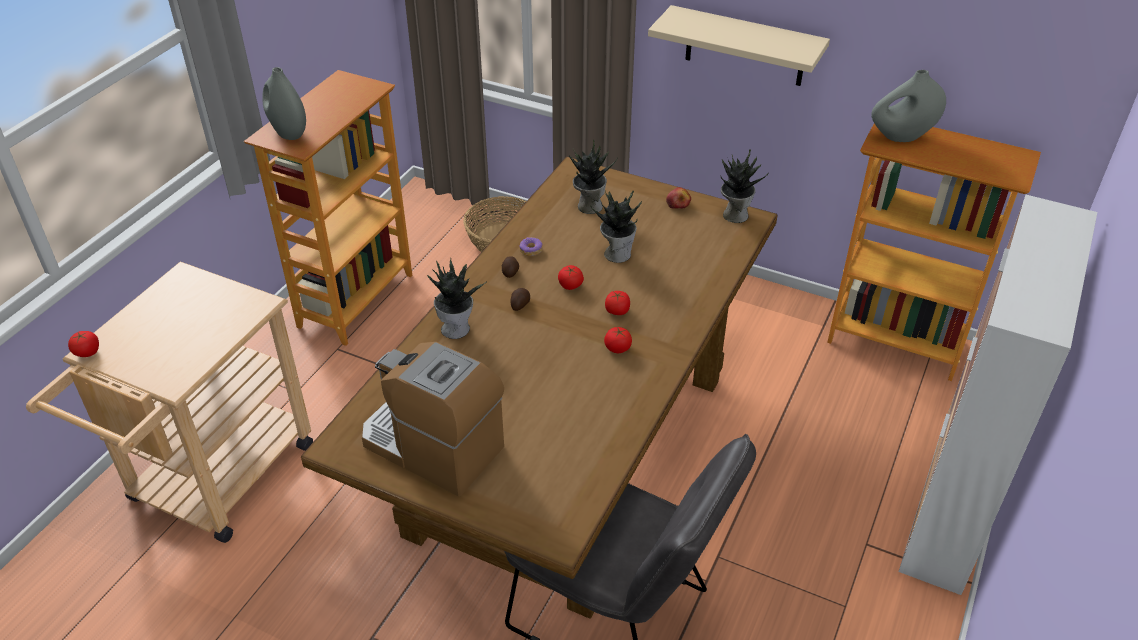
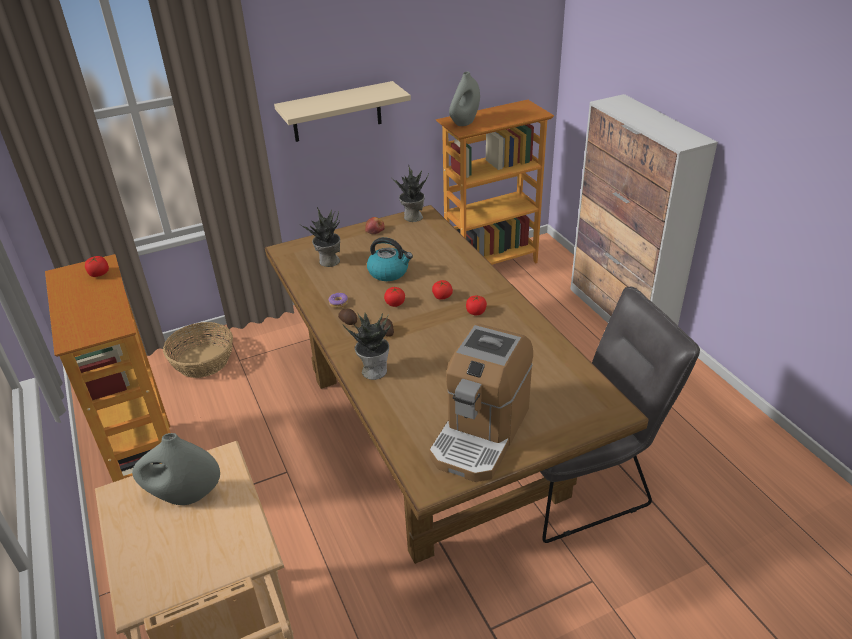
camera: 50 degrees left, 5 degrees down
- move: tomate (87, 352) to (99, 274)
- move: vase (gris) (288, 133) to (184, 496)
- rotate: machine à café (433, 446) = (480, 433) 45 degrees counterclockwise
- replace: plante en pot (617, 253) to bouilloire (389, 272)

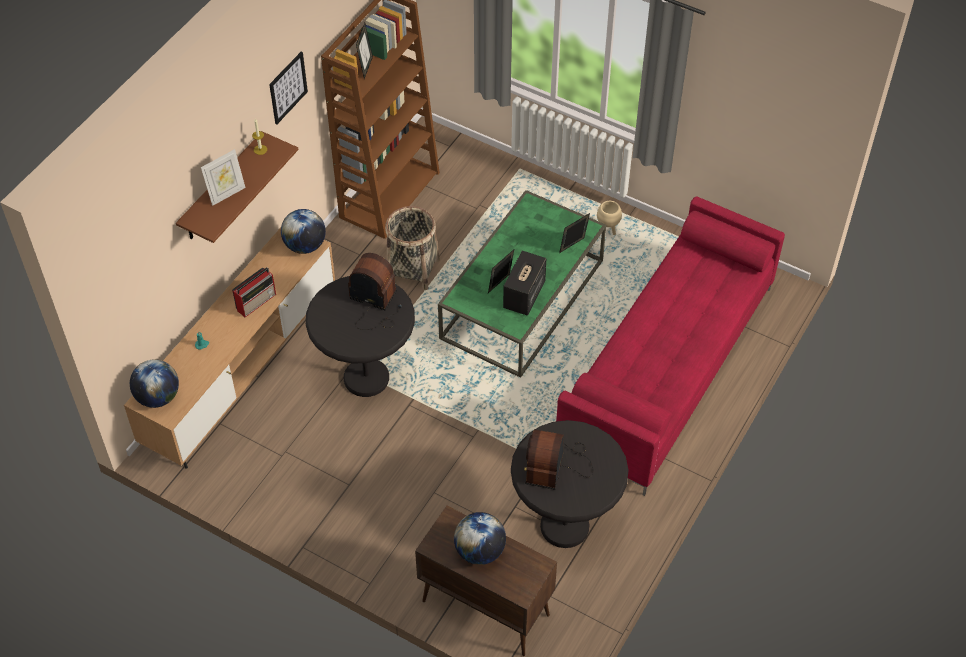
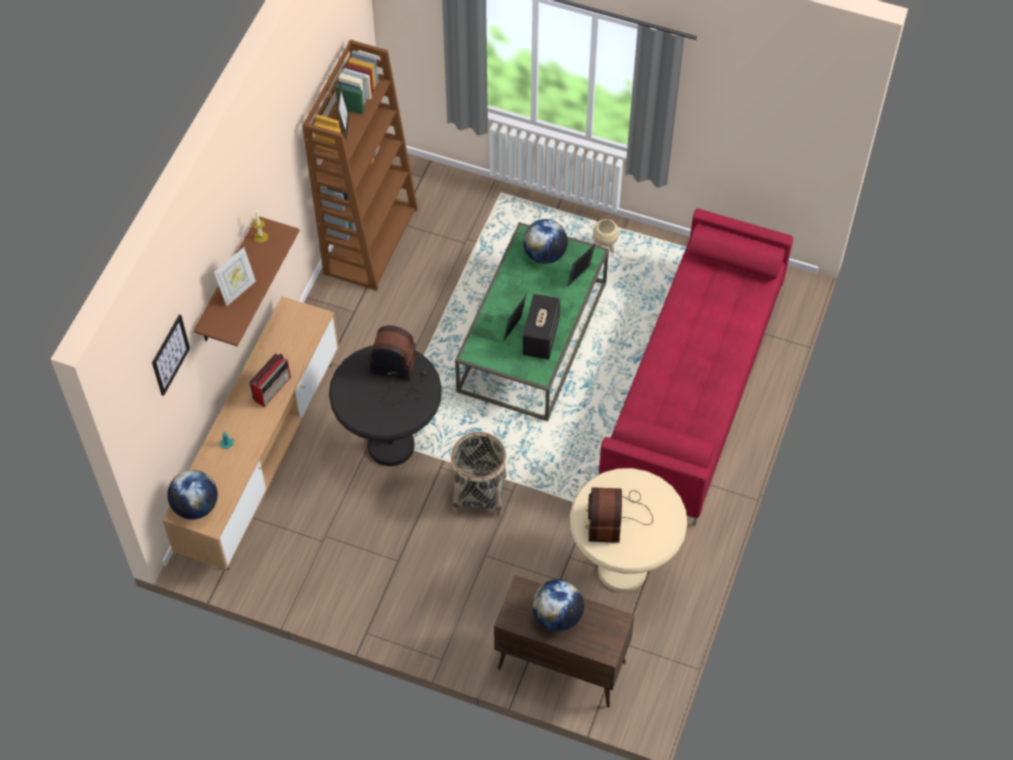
camera: 10 degrees left, 5 degrees up
- move: tableau (288, 87) to (170, 355)
- move: globe (305, 245) to (545, 254)
- move: panier (412, 269) to (479, 493)
- recolor: table d'appoint (noir) (564, 526) to table d'appoint (beige) (622, 570)

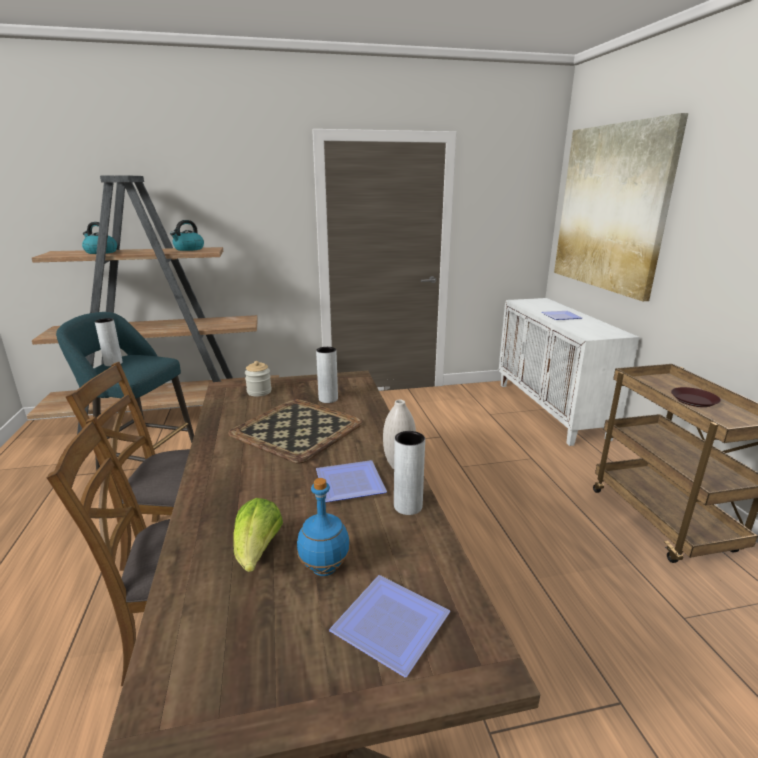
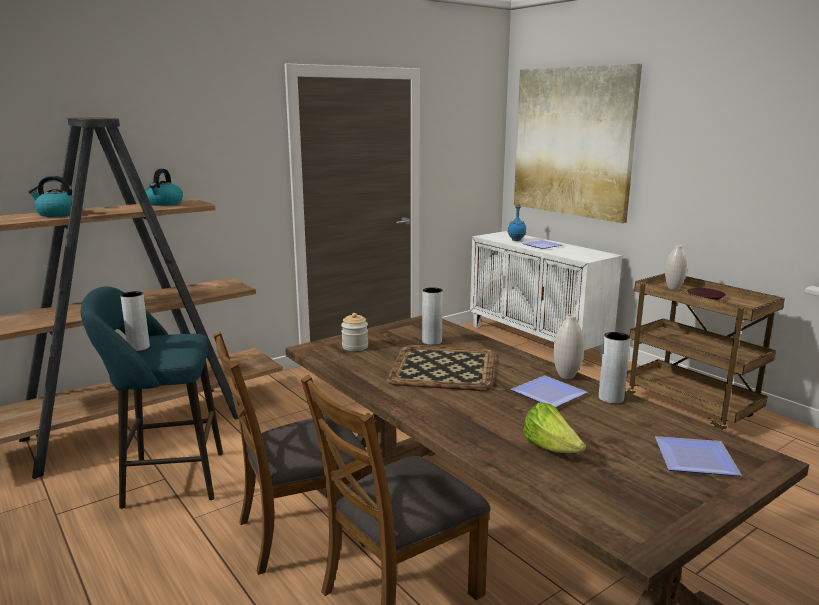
camera: 25 degrees left, 5 degrees down
- move: bouteille (bleu) (323, 568) to (516, 240)
- insert: vase (blanc) (673, 288)

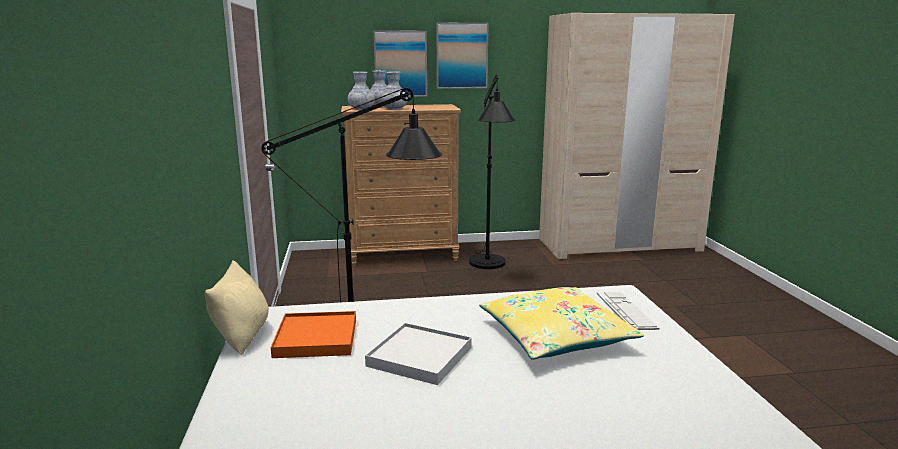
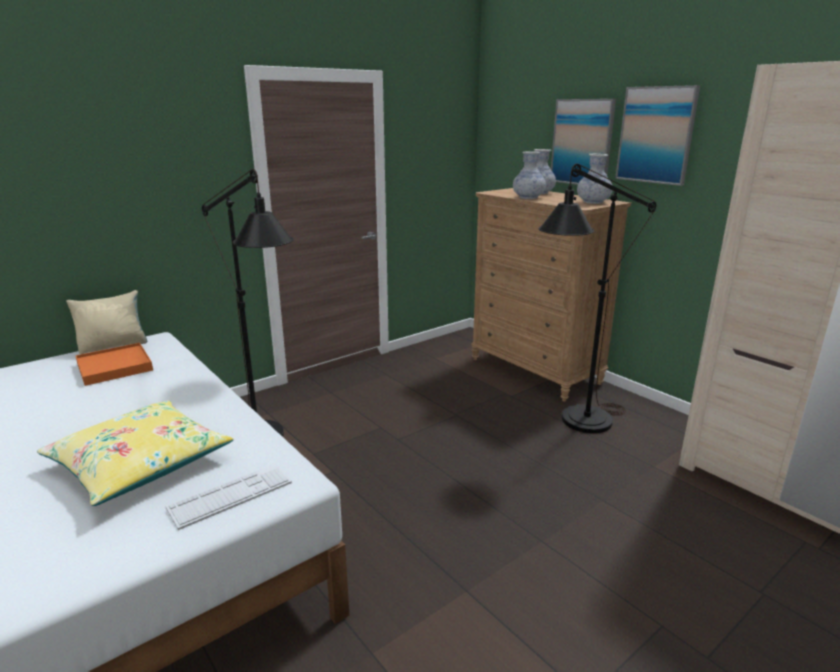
camera: 60 degrees right, 5 degrees up
- move: vase (361, 109) to (593, 202)
- delete: plateau (blanc) (419, 356)

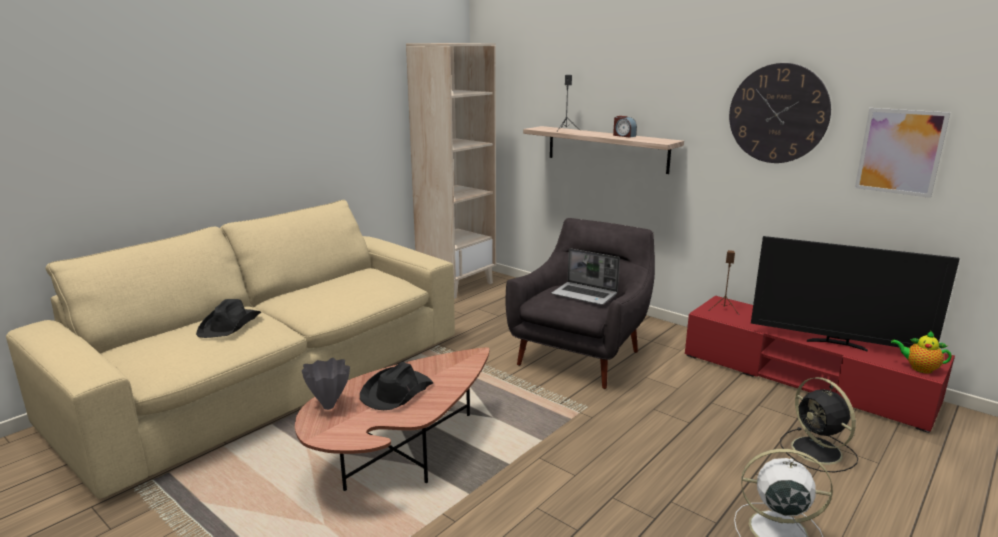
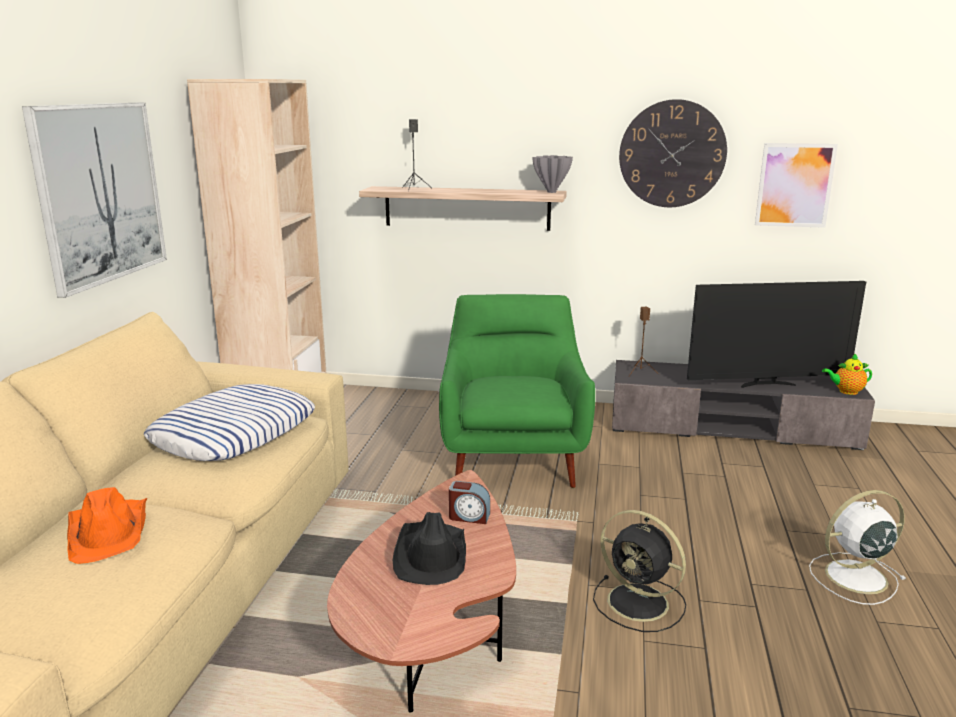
camera: 30 degrees left, 0 degrees up
- recolor: chapeau (noir) (231, 325) to chapeau (orange) (109, 531)
- move: vase (gris) (329, 407) to (552, 192)
- recolor: fauteuil (gris) (581, 355) to fauteuil (vert) (513, 458)
- delete: ordinateur portable (585, 295)
- move: réveil (624, 136) to (469, 516)
- recolor: meuble télé (rouge) (804, 378) to meuble télé (gris) (731, 427)
- move: ventilateur (noir) (818, 451) to (640, 603)
- insert: tableau (100, 193)
- insert: coussin (234, 433)

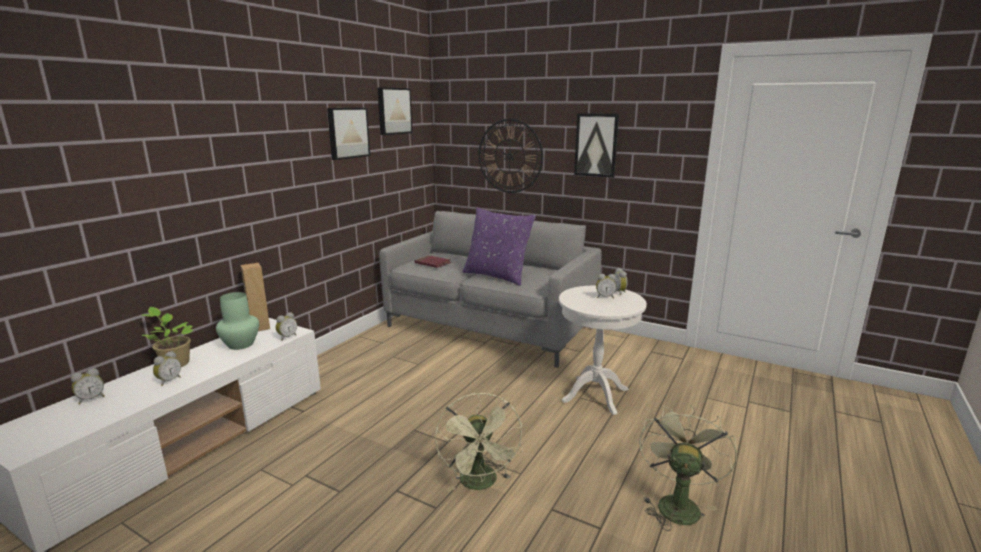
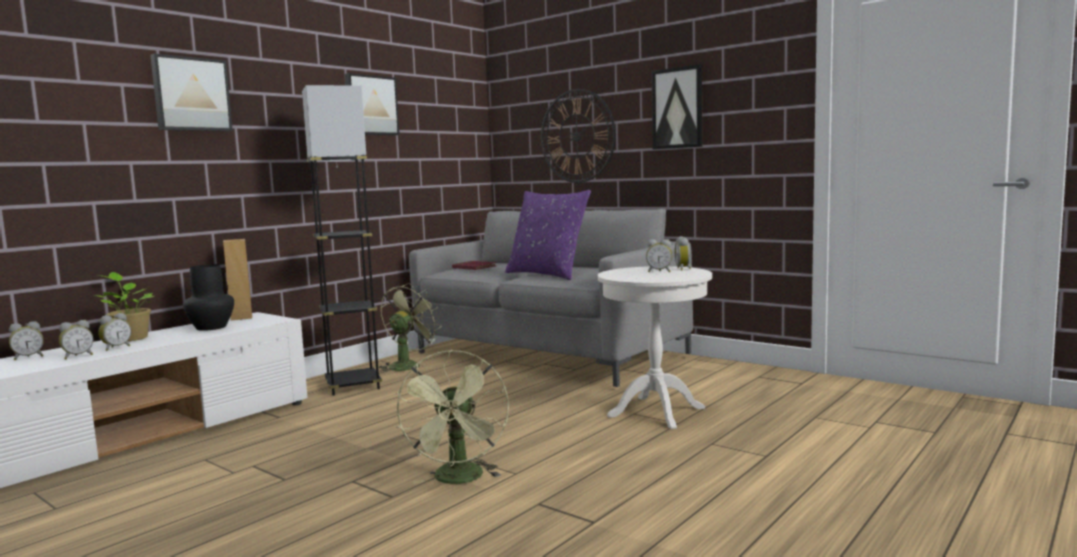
camera: 10 degrees right, 10 degrees down
- recolor: vase (vert) (241, 344) to vase (noir) (211, 327)
- move: réveil (287, 337) to (77, 356)
- move: tableau (393, 111) to (191, 94)
- move: ventilateur (vert) (677, 503) to (408, 365)
- insert: lampadaire (gris) (353, 386)

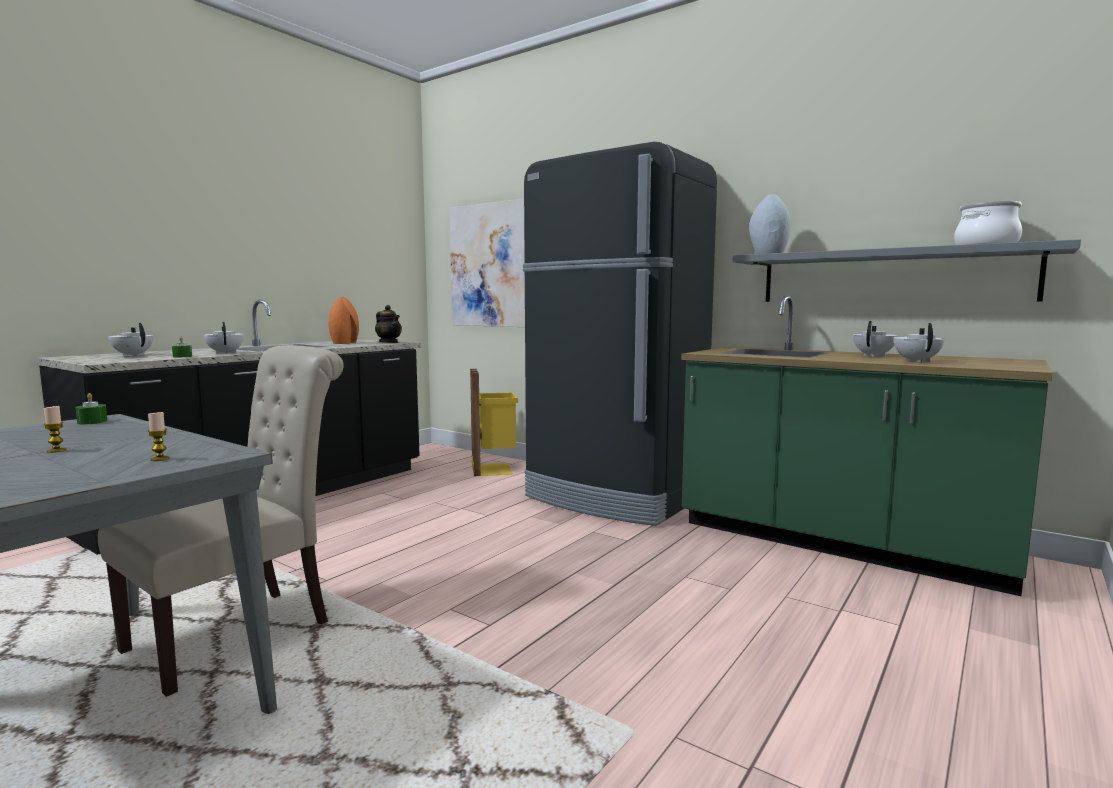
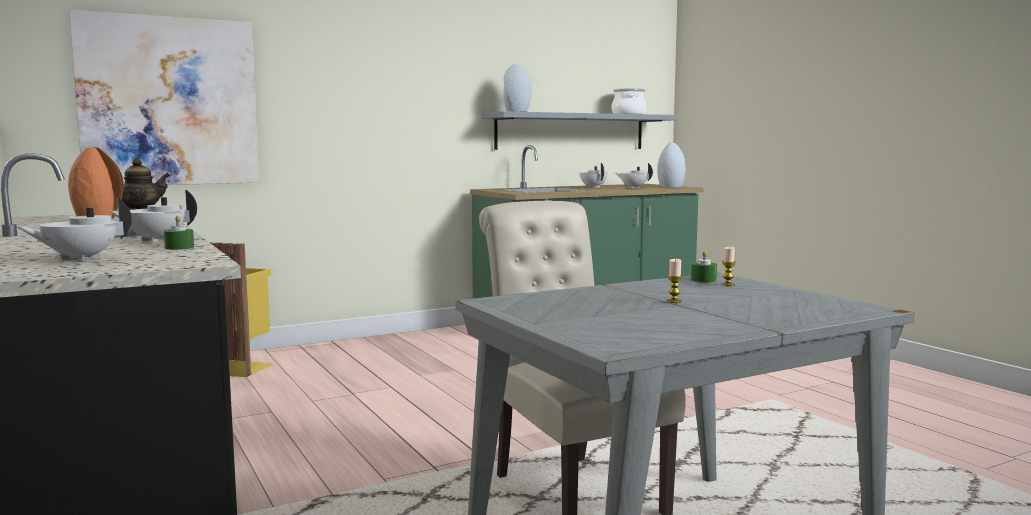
camera: 65 degrees left, 0 degrees up
- move: bougie (vert) (92, 422) to (703, 280)
- delete: réfrigérateur (noir) (614, 497)
- insert: vase (gris) (670, 187)

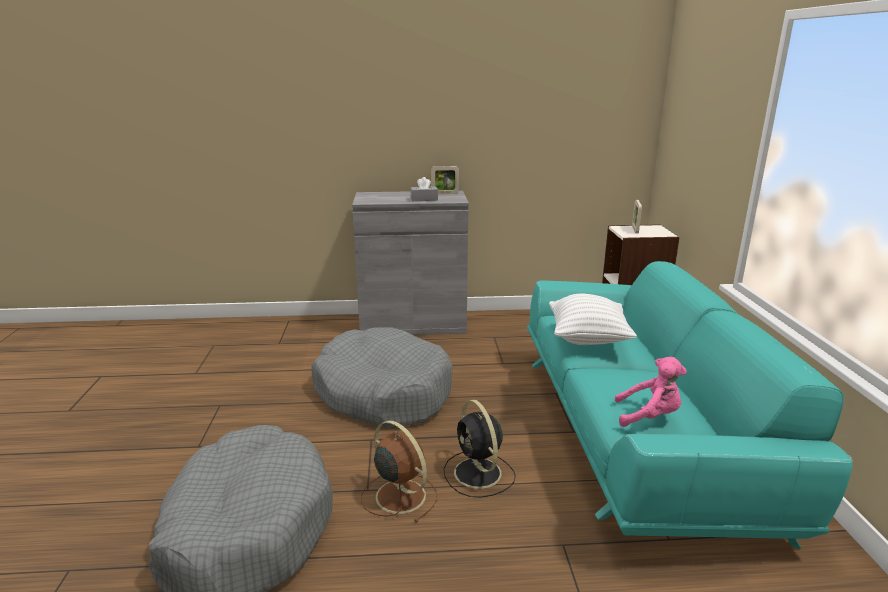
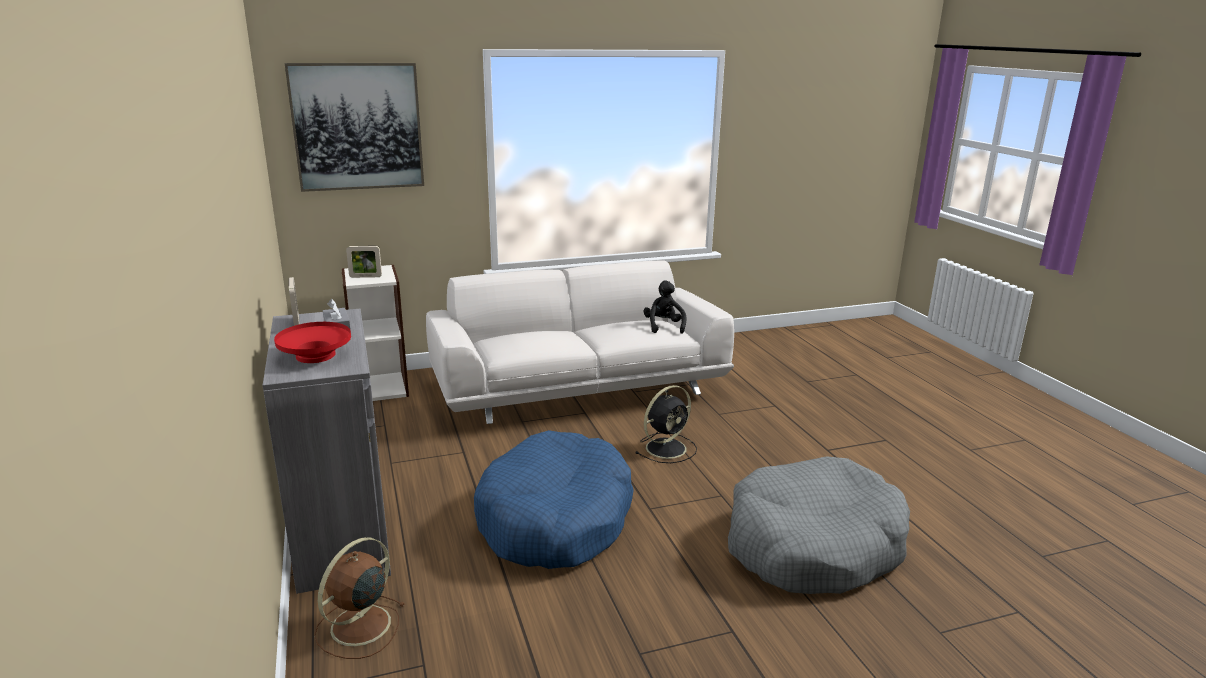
camera: 105 degrees left, 0 degrees up
- recolor: panier pour chien (gris) (383, 392) to panier pour chien (bleu) (555, 519)
- move: ventilateur (marron) (399, 495) to (358, 627)
- recolor: canapé (turquoise) (639, 435) to canapé (blanc) (578, 388)
- delete: coussin (blanc) (588, 338)
- recolor: peluche (rose) (649, 416) to peluche (noir) (664, 326)
- insert: bol (rouge) (315, 356)
- insert: tableau (357, 127)

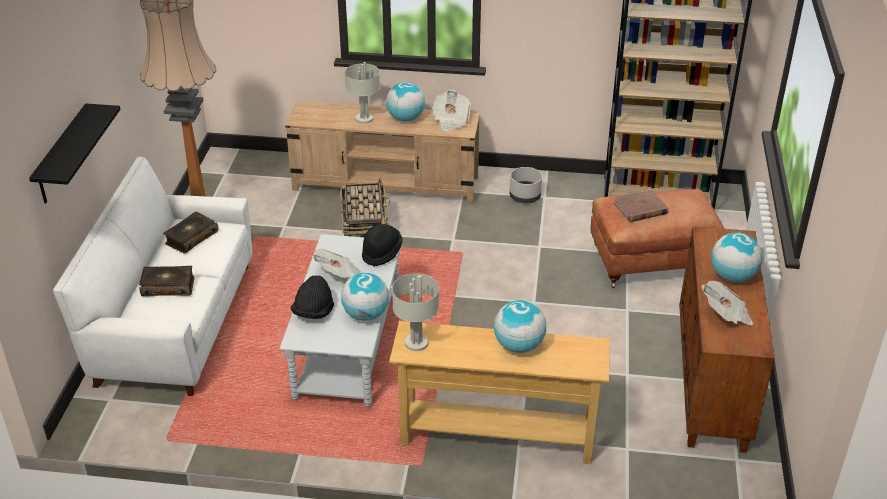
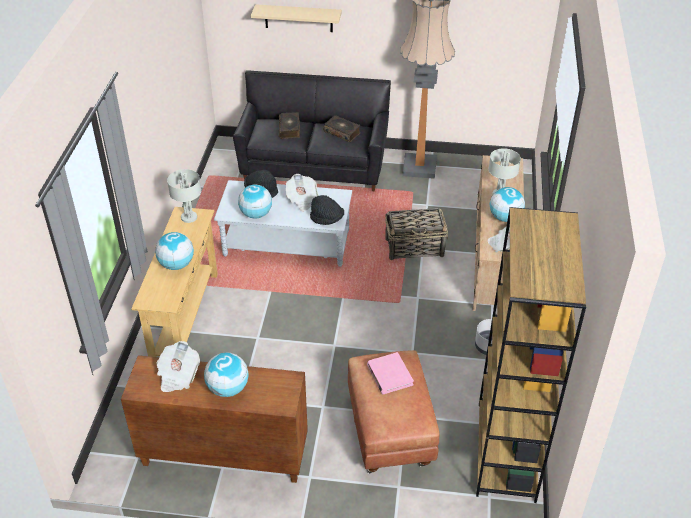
camera: 90 degrees right, 5 degrees up
- recolor: étagère (noir) (62, 155) to étagère (beige) (298, 18)
- recolor: canapé (blanc) (175, 323) to canapé (noir) (314, 167)
- recolor: livre (marron) (640, 208) to livre (rose) (389, 375)

